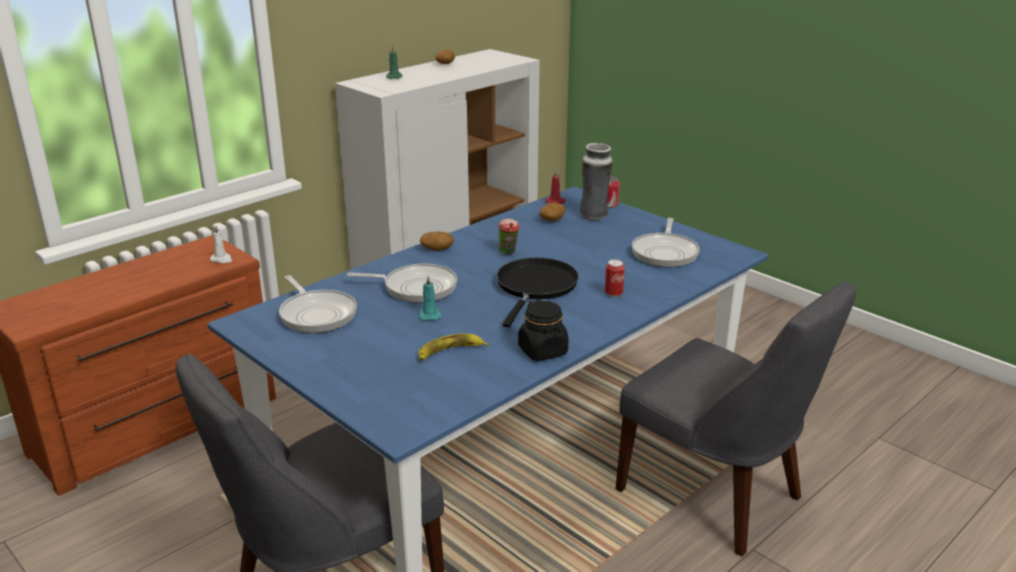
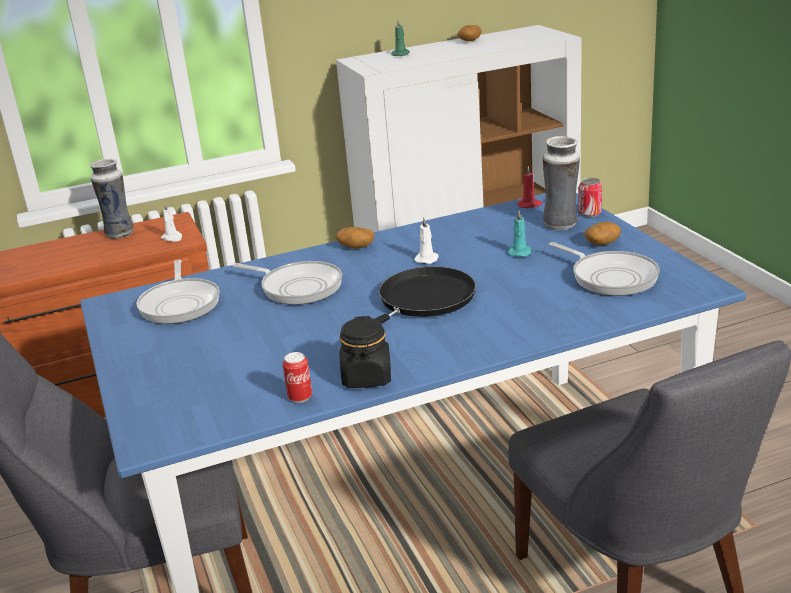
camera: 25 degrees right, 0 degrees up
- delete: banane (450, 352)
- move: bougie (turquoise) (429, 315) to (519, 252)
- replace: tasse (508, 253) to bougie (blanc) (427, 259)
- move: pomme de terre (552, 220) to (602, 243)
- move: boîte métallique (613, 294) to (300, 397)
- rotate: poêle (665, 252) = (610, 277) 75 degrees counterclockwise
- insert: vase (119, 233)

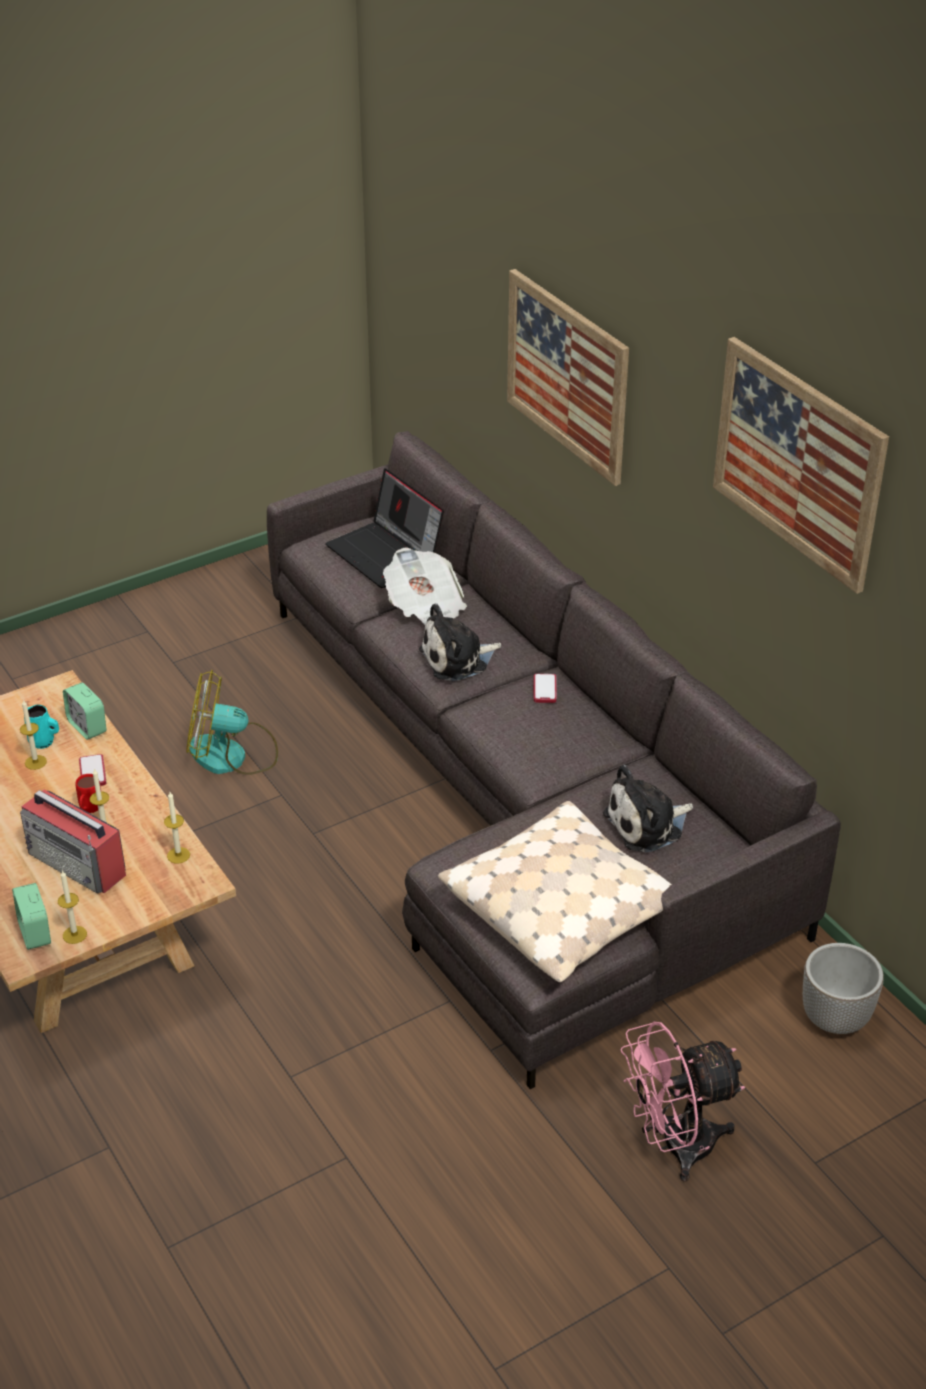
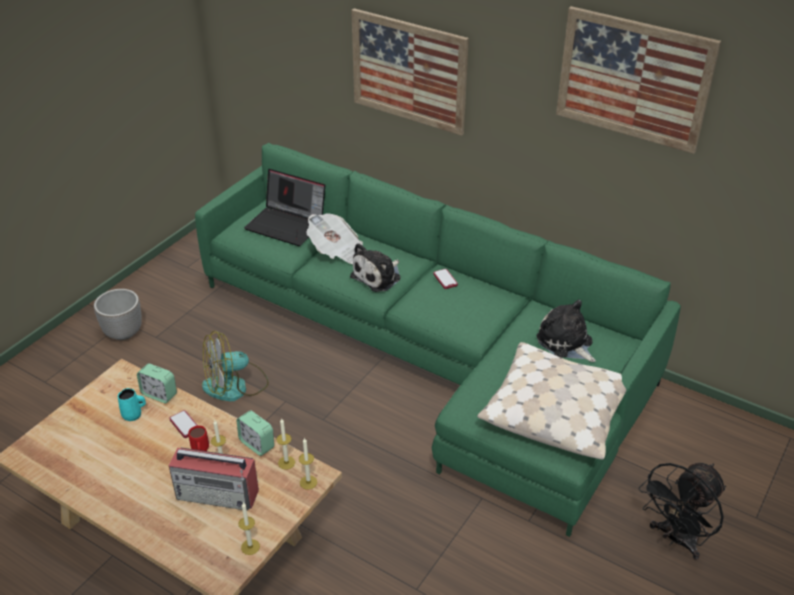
camera: 25 degrees left, 0 degrees up
- move: réveil (35, 932) to (257, 444)
- move: bougie (35, 762) to (308, 482)
- recolor: canapé (gris) (517, 795) to canapé (vert) (433, 354)
- rotate: peluche (647, 825) = (566, 343) 105 degrees clockwise
- recolor: ventilateur (rose) (674, 1146) to ventilateur (noir) (675, 539)
- move: cache-pot (835, 1020) to (124, 333)

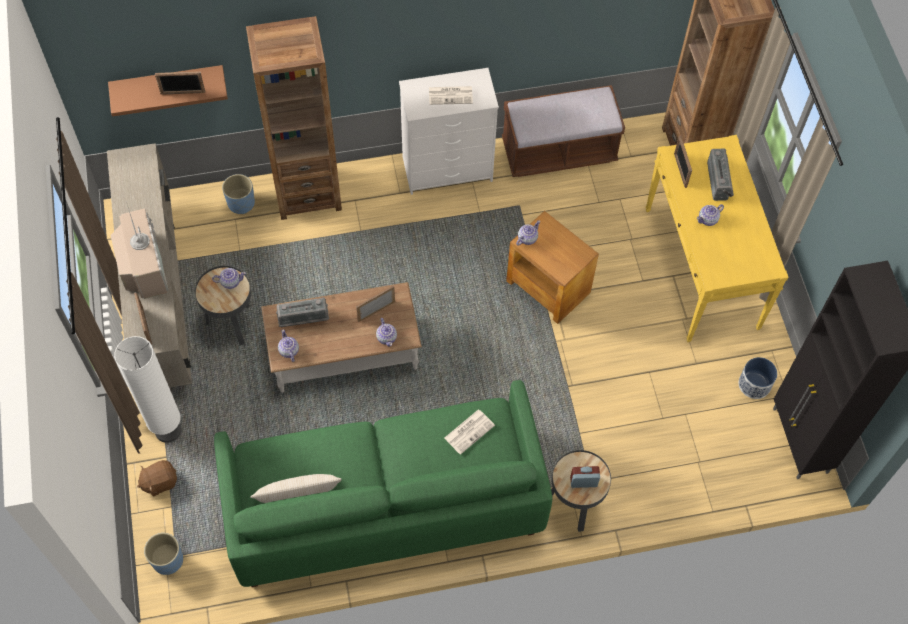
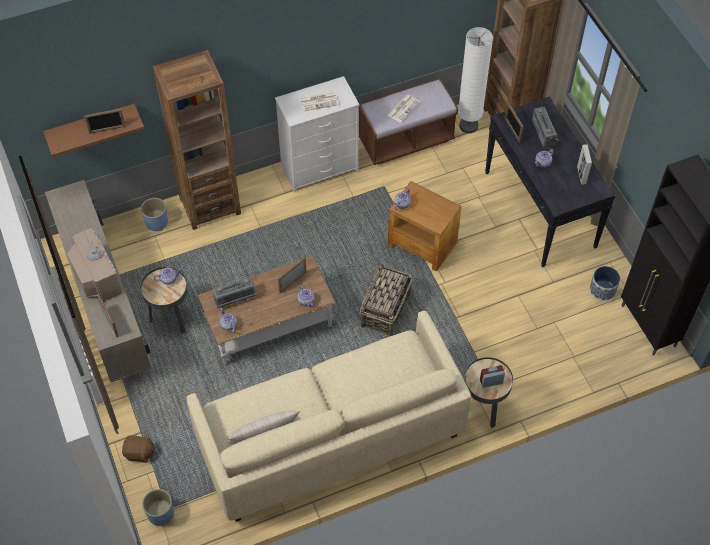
camera: 10 degrees left, 5 degrees down
- move: lampadaire (blanc) (168, 430) to (468, 126)
- rotate: peluche (marron) (159, 482) = (139, 453) 135 degrees counterclockwise
- recolor: canapé (vert) (384, 505) to canapé (beige) (330, 436)
- move: journal (469, 431) to (403, 108)
- recolor: table console (jaune) (701, 268) to table console (noir) (540, 209)
- insert: panier (385, 311)
- insert: cadre photo (581, 175)

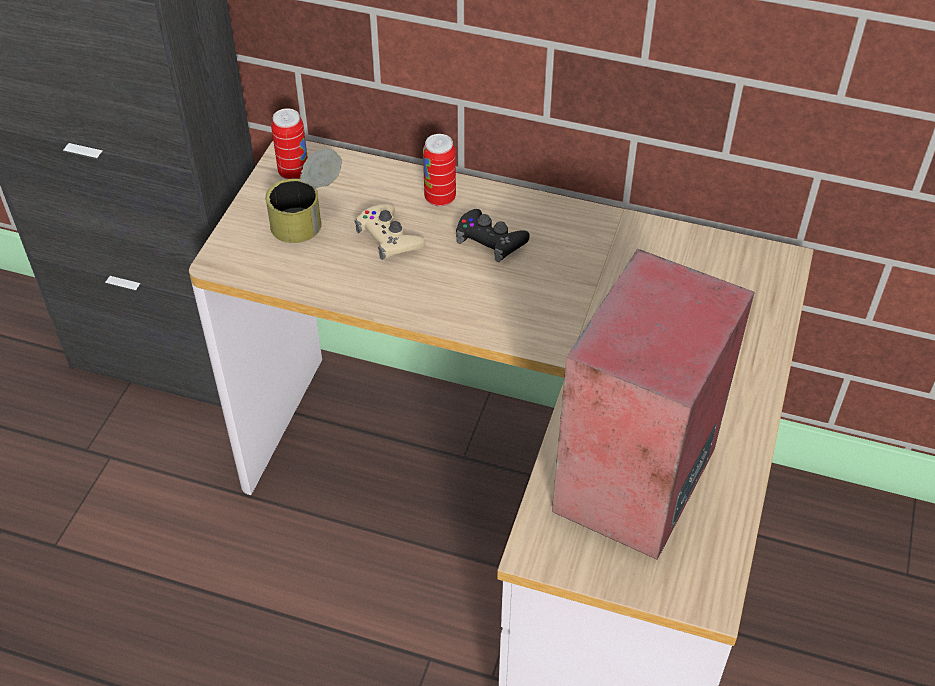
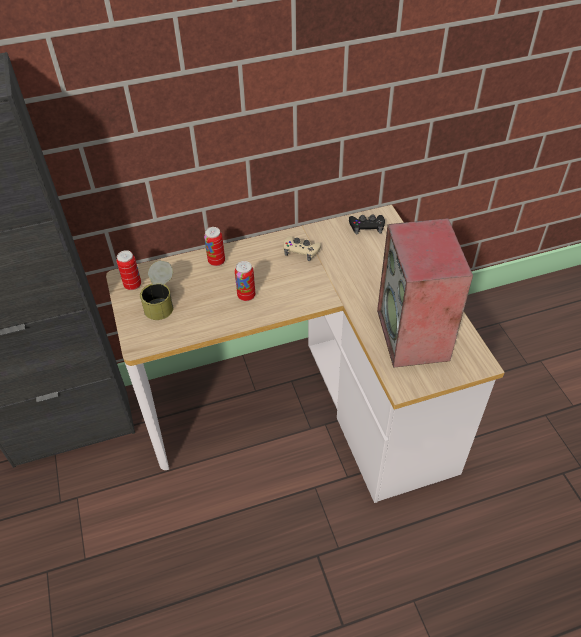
camera: 35 degrees left, 0 degrees up
- move: manette (beige) (389, 238) to (301, 251)
- move: manette (noir) (490, 240) to (366, 226)
- insert: boîte métallique (246, 296)

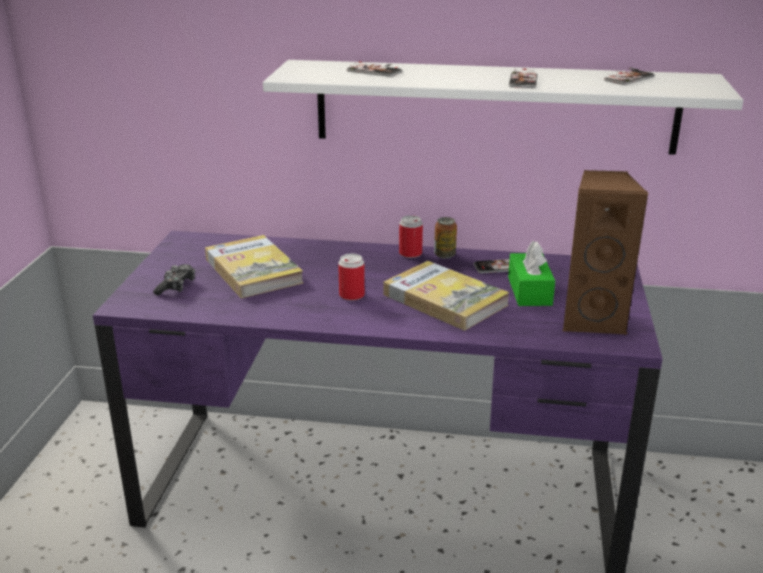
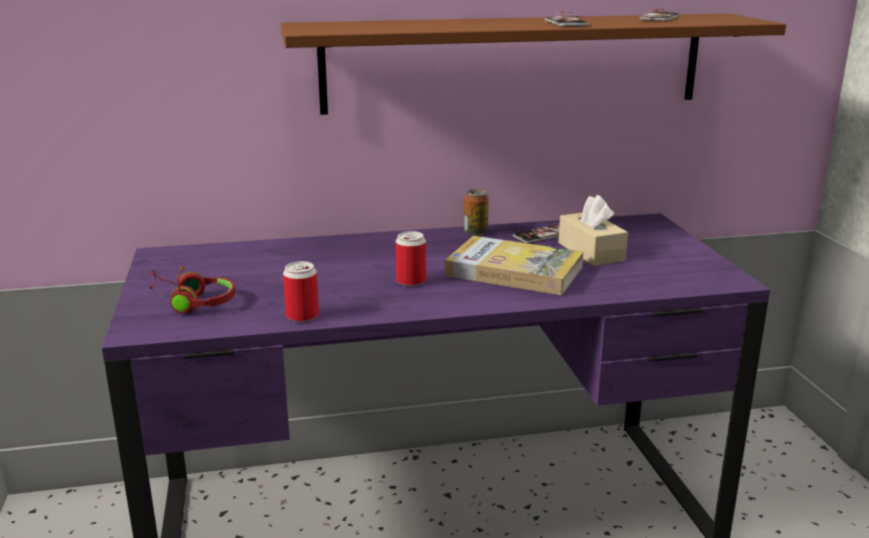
camera: 20 degrees left, 5 degrees down
- replace: manette (176, 287) to casque audio (rouge) (192, 302)
- delete: livre (253, 271)
- recolor: étagère (blanc) (494, 106) to étagère (marron) (514, 62)
- delete: téléphone (374, 72)
- move: boîte métallique (410, 254) to (302, 316)
- recolor: boîte à mouchoirs (vert) (529, 291) to boîte à mouchoirs (beige) (591, 252)
- delete: enceinte (marron) (592, 320)

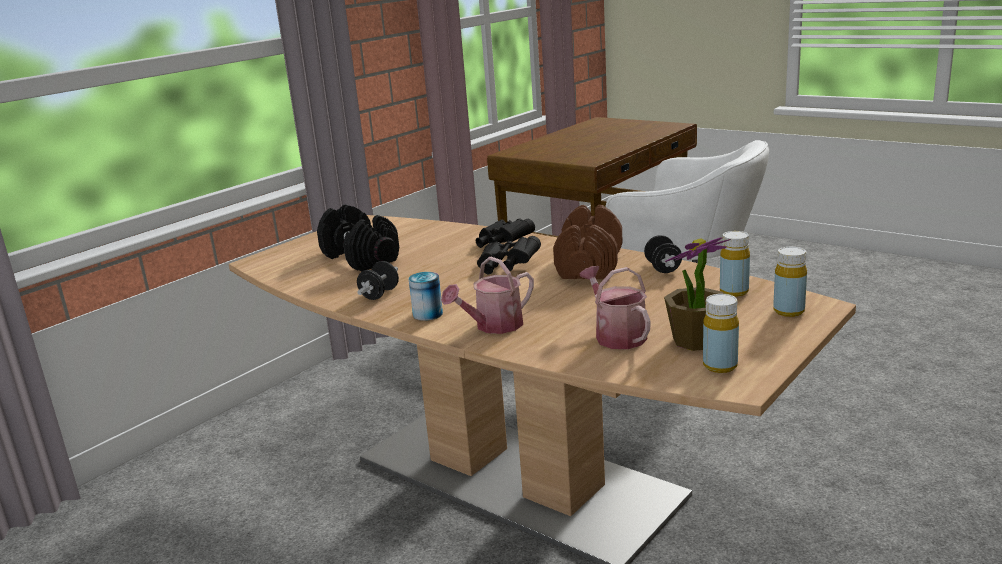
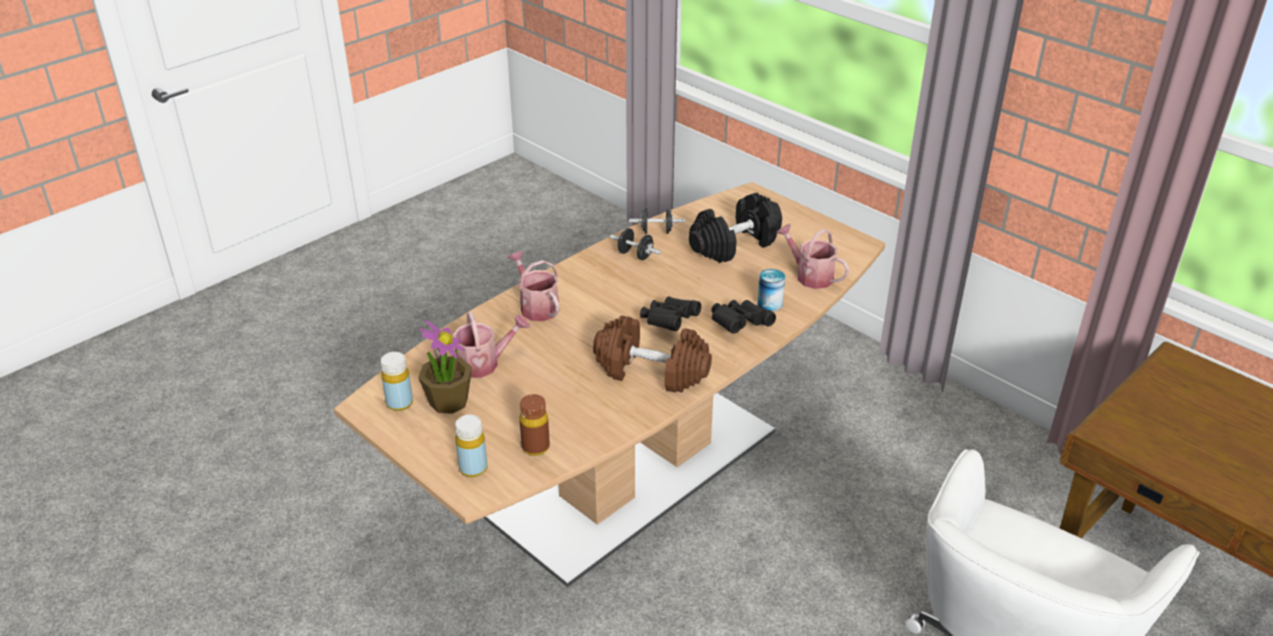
camera: 95 degrees right, 15 degrees up
- move: boîte métallique (428, 314) to (770, 304)
- move: haltère (noir) (663, 268) to (656, 231)
- recolor: bouteille (jaune) (734, 292) to bouteille (marron) (535, 447)
- insert: arrosoir (810, 275)

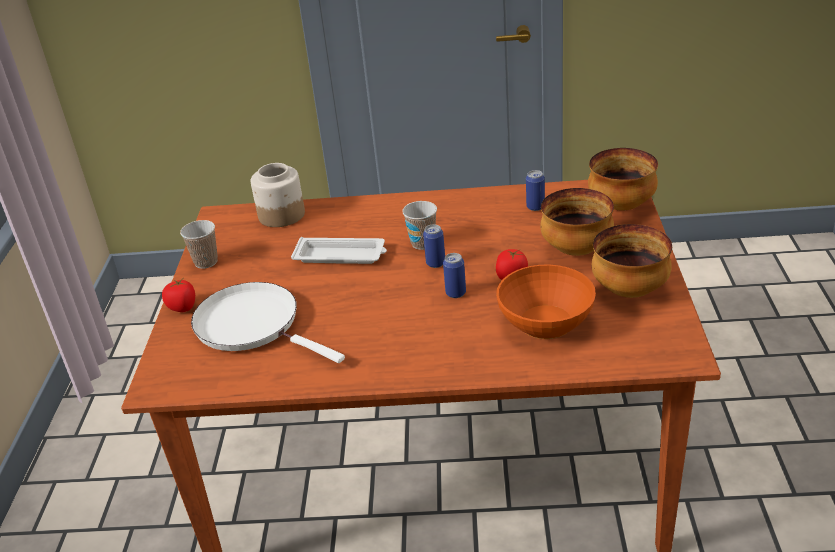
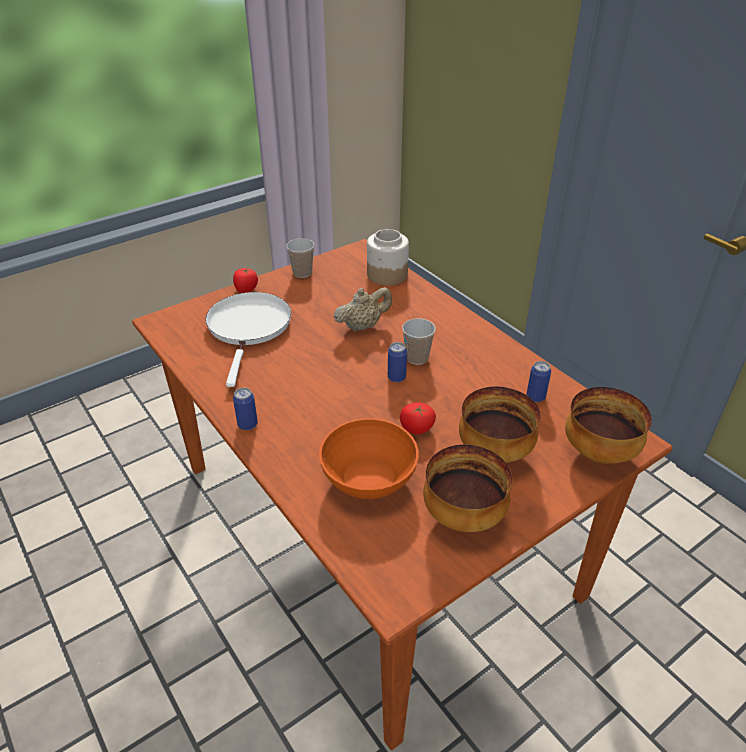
camera: 50 degrees right, 5 degrees up
- replace: plateau (blanc) (341, 256) to théière (beige) (363, 326)
- move: boîte métallique (455, 293) to (247, 424)

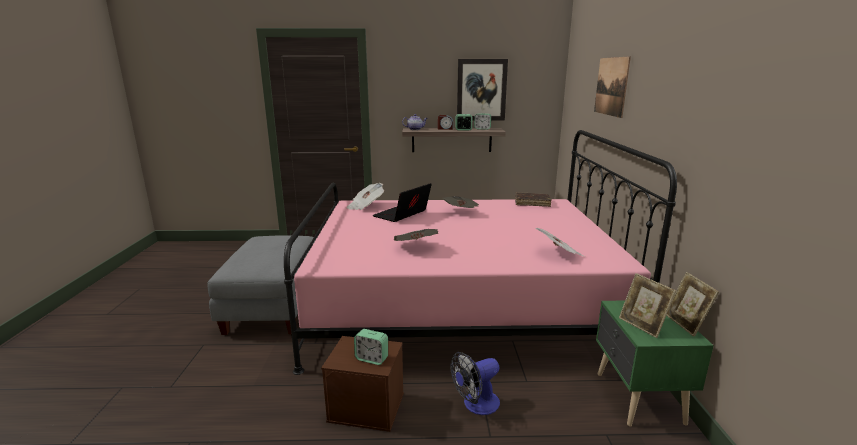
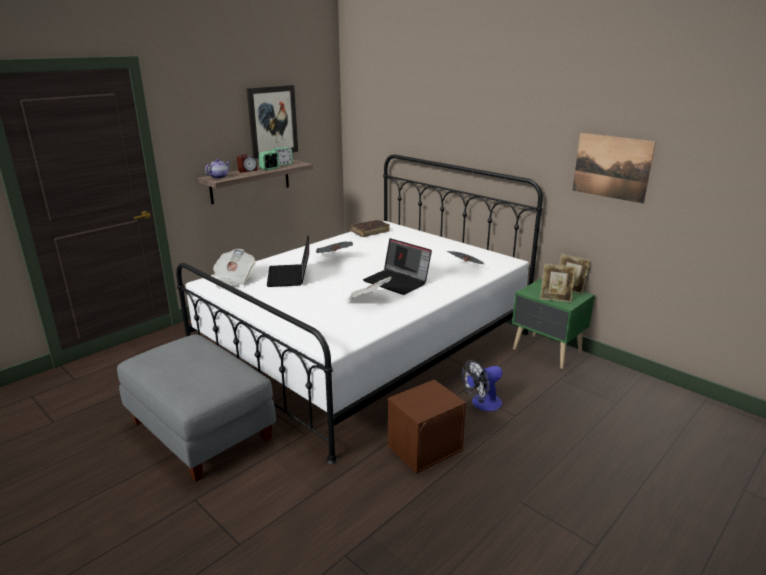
camera: 45 degrees left, 5 degrees up
- recolor: lit (rose) (459, 304) to lit (blanc) (365, 346)
- delete: réveil (371, 358)
- rotate: ventilateur (476, 405) = (482, 404) 45 degrees clockwise
- move: tableau (611, 86) to (611, 167)
- insert: ordinateur portable (397, 282)

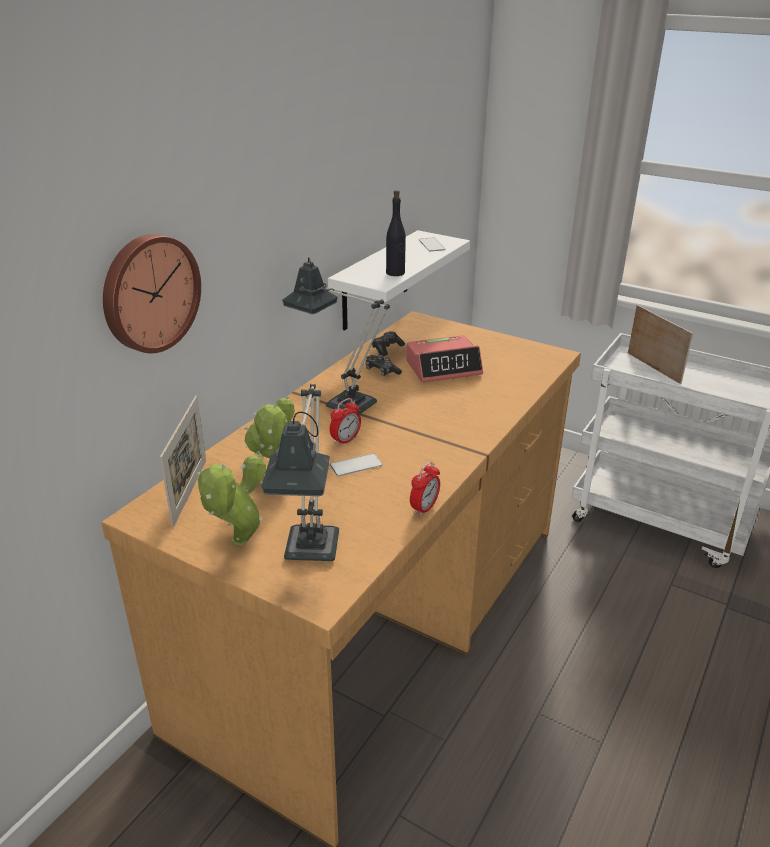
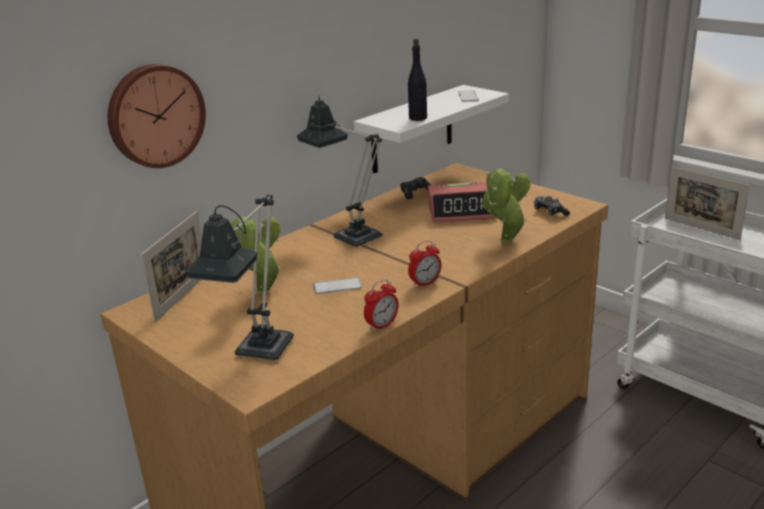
camera: 15 degrees right, 5 degrees down
- move: plante en pot (238, 544) to (505, 242)
- move: réveil (345, 440) to (425, 283)
- move: manette (381, 371) to (549, 212)
- rotate: cadre photo (653, 368) = (701, 228) 150 degrees clockwise

